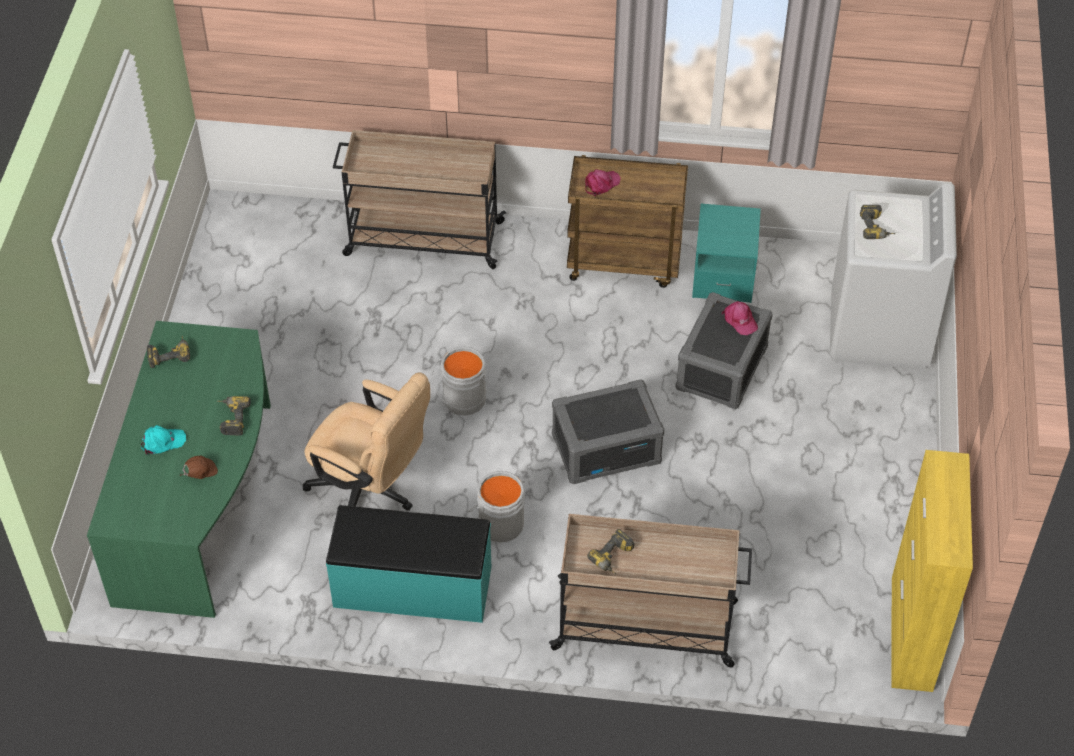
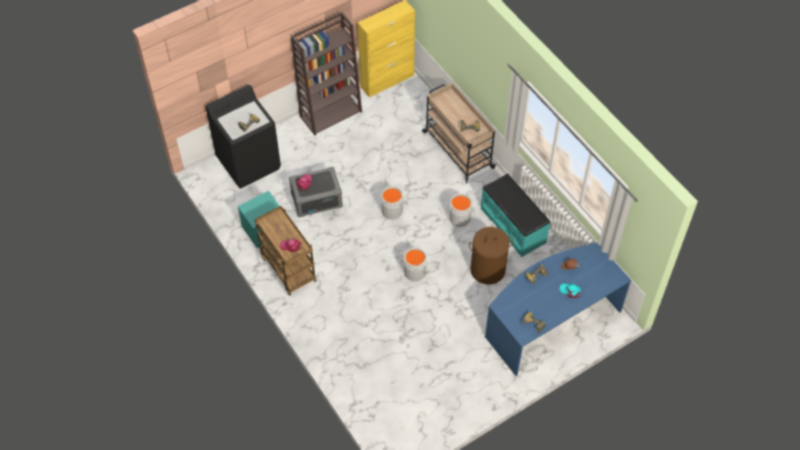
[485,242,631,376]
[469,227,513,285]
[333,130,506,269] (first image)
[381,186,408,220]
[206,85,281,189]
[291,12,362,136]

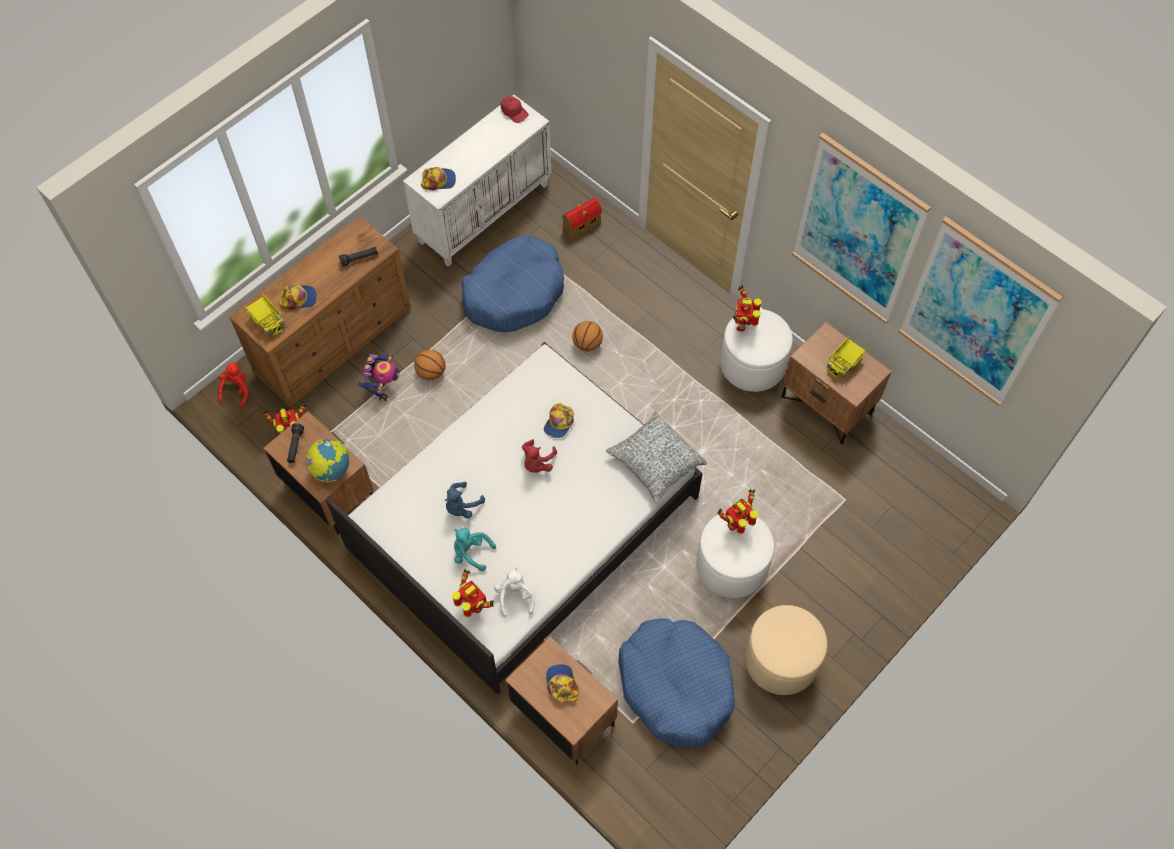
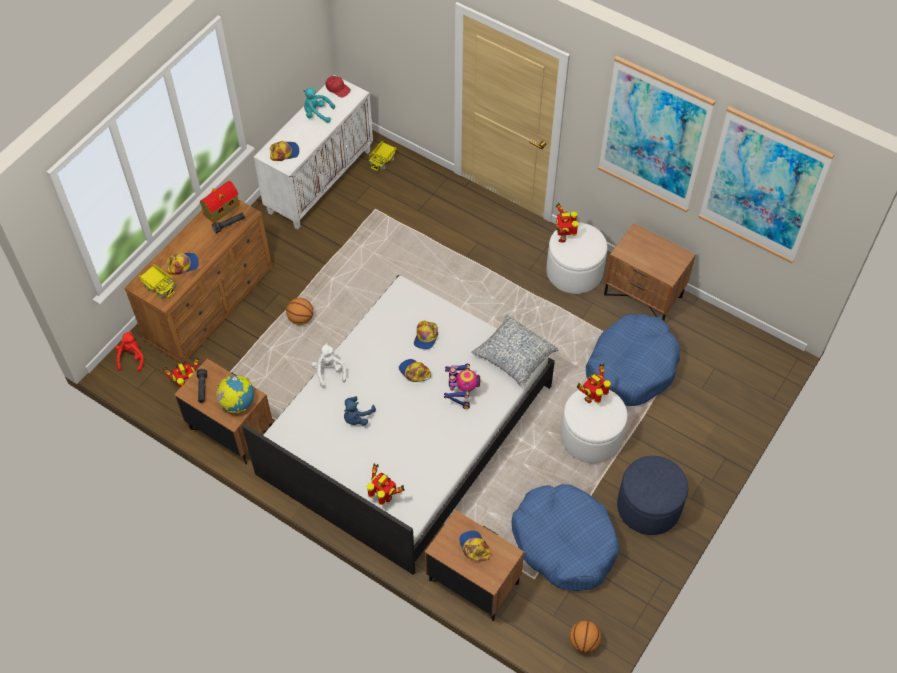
[444,363,481,409]
[303,88,335,123]
[586,314,680,406]
[311,343,347,387]
[399,359,431,382]
[200,181,240,223]
[570,621,601,653]
[617,456,688,535]
[369,140,397,171]

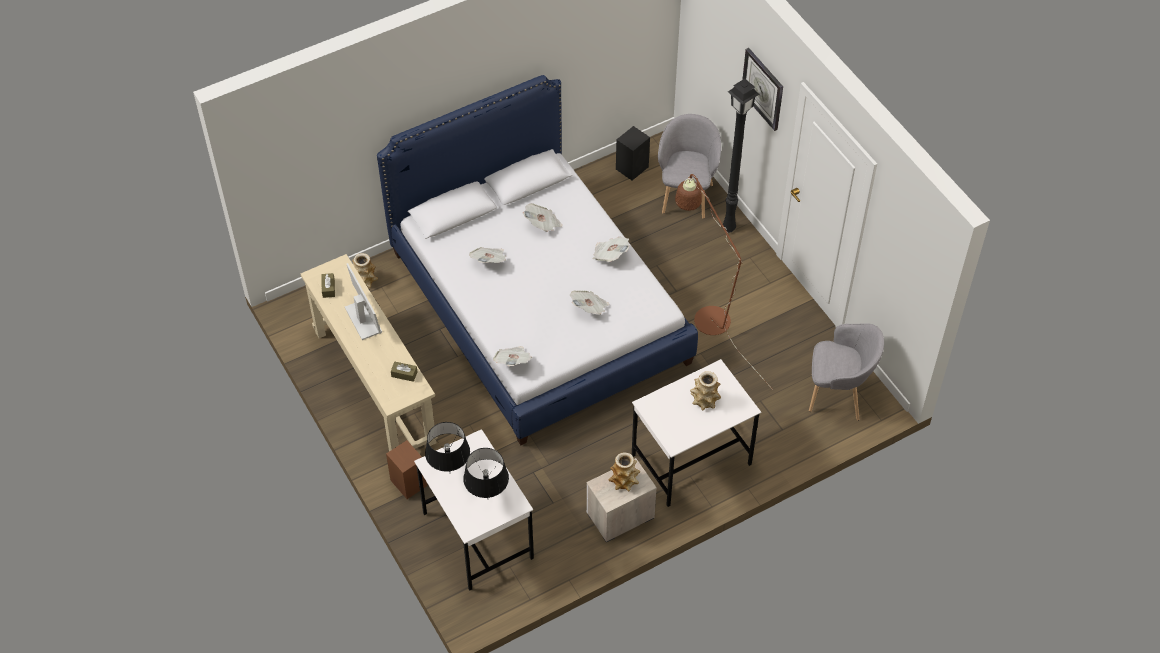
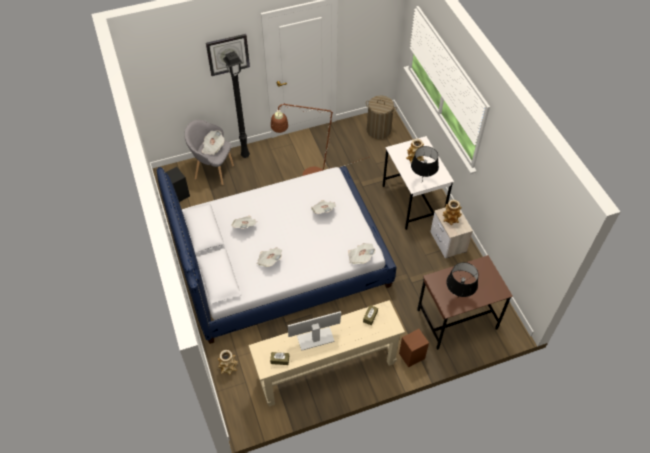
[417,255,513,350]
[411,146,439,180]
[202,130,224,155]
[366,95,397,139]

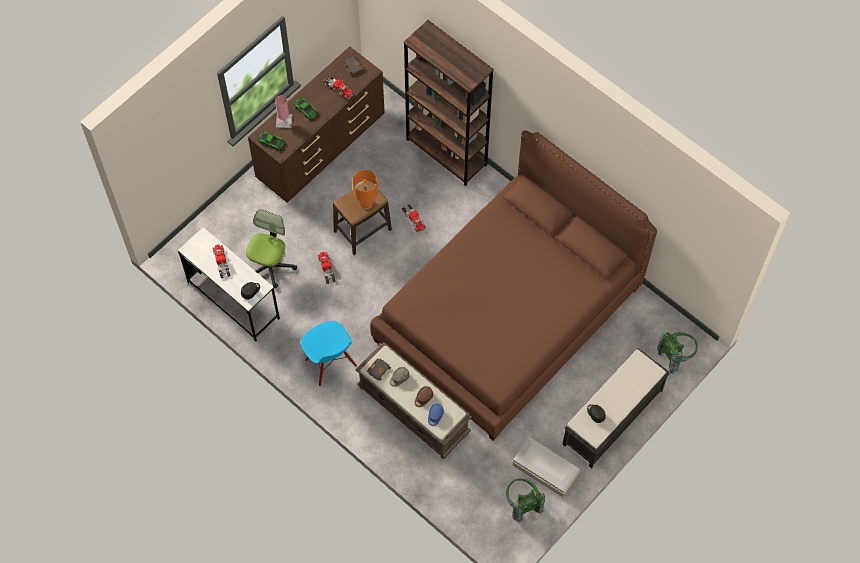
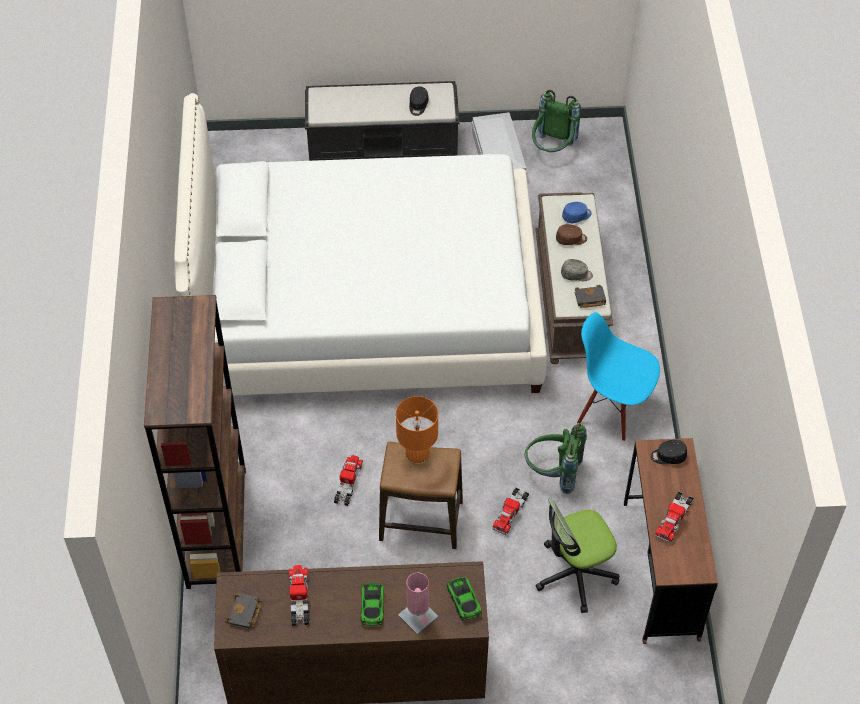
[624,438,718,644]
[577,312,660,441]
[174,93,547,396]
[525,423,587,494]

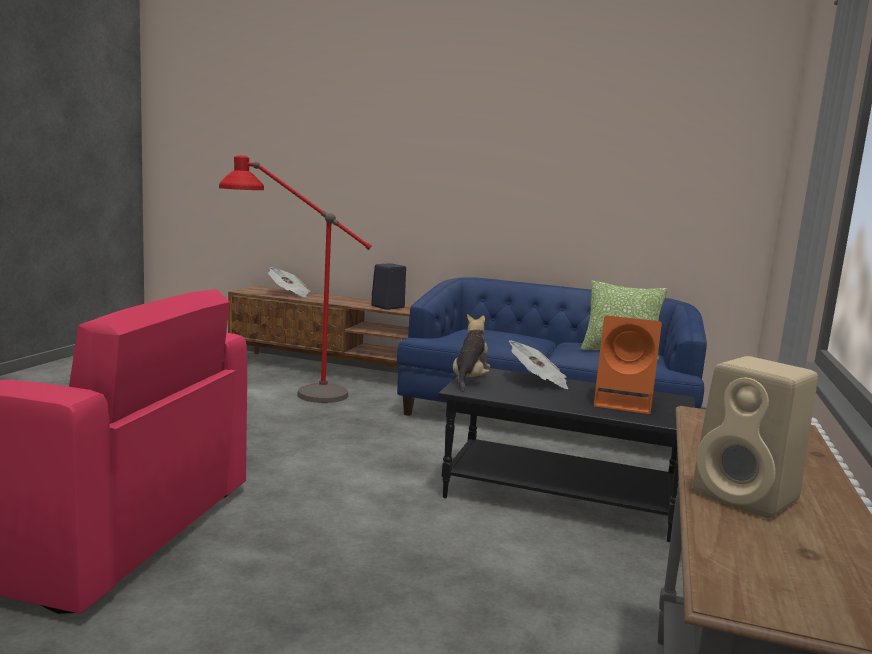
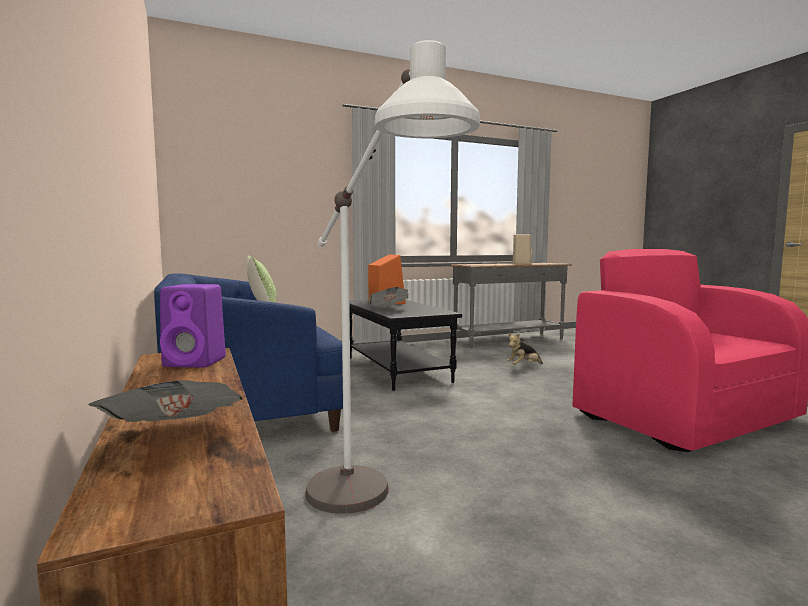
[305,40,480,514]
[160,284,226,368]
[506,333,543,365]

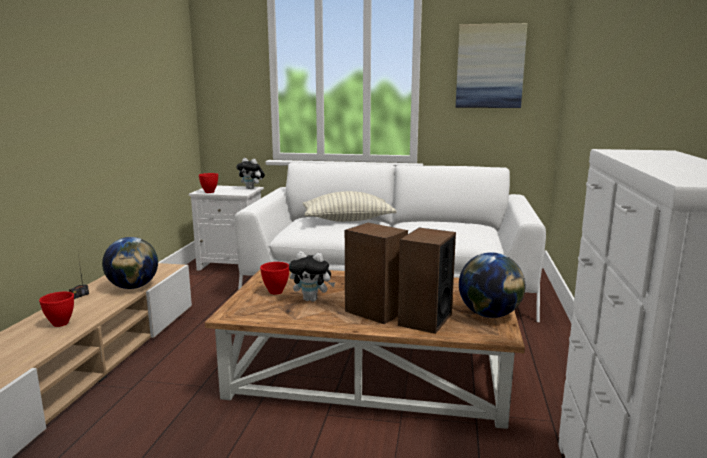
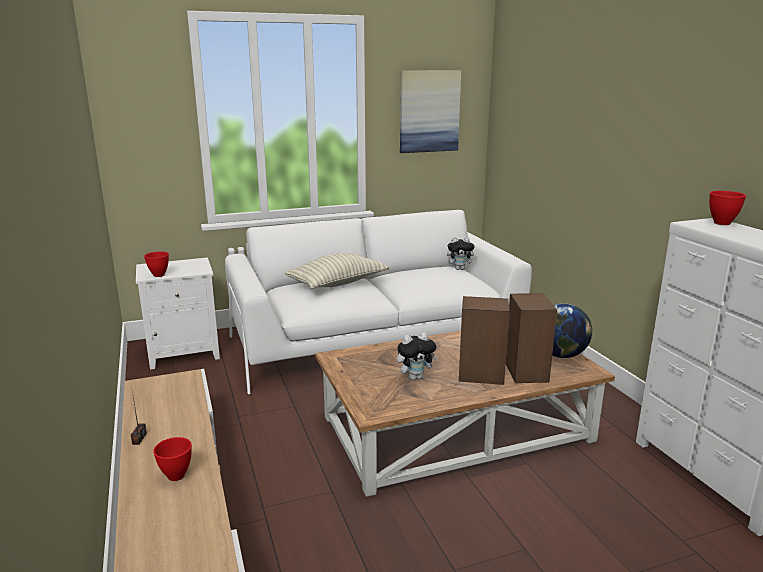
[102,237,158,289] (first image)
[447,237,477,270]
[709,191,746,225]

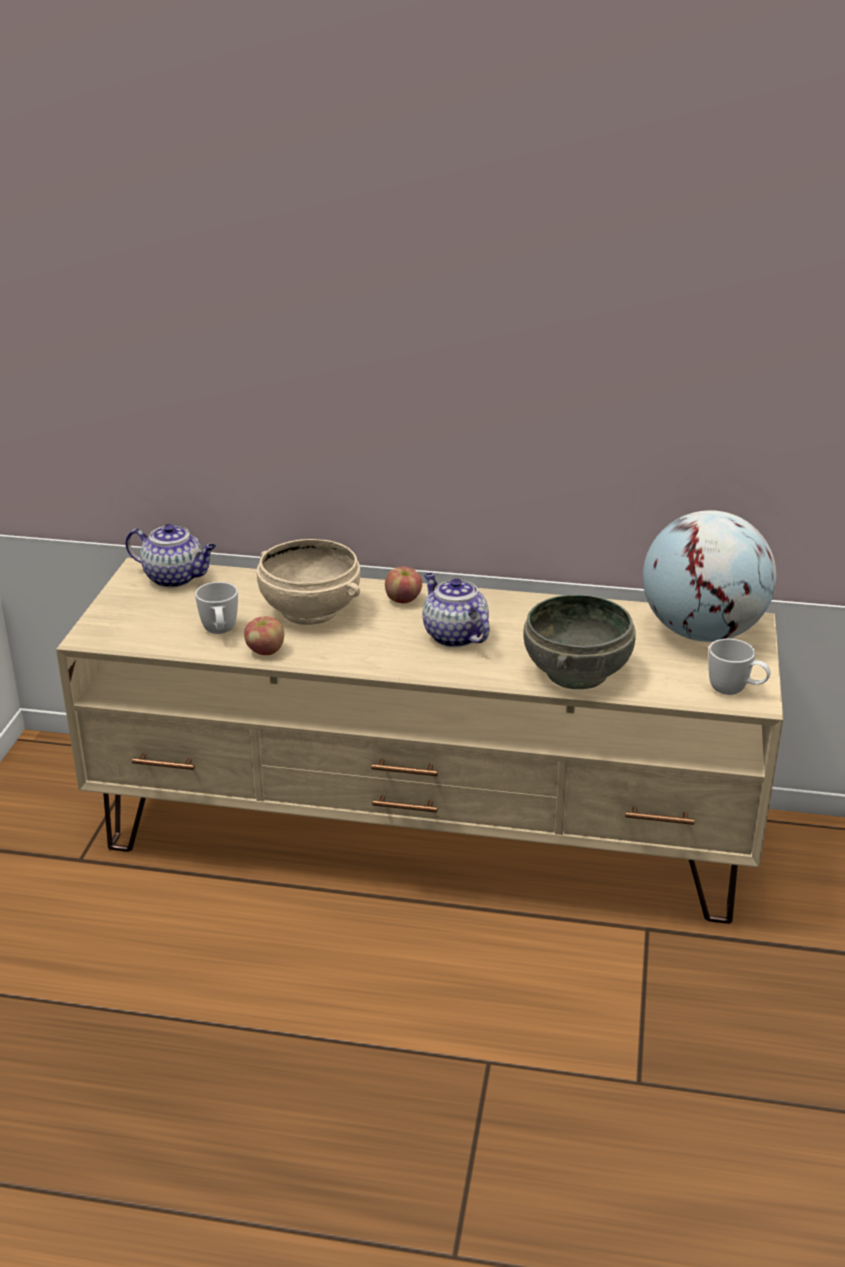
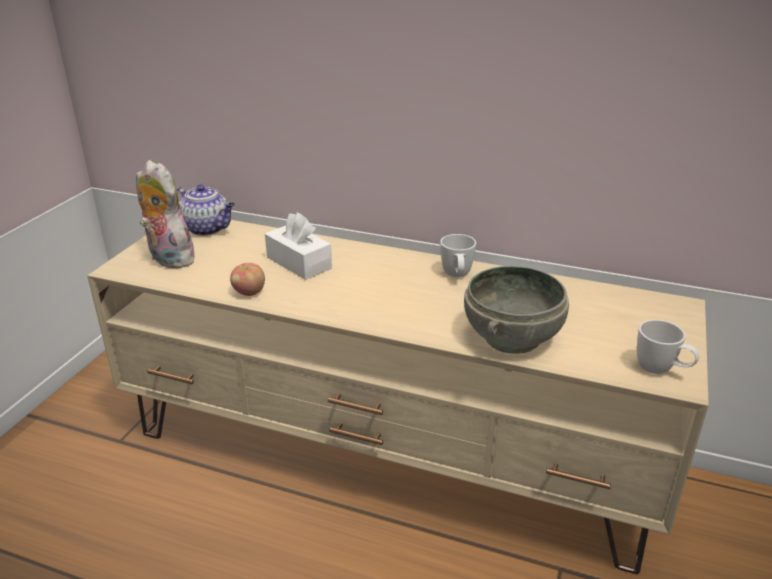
[440,234,476,277]
[265,212,332,280]
[385,566,422,603] (first image)
[423,573,489,647] (first image)
[643,510,776,642] (first image)
[136,160,199,269]

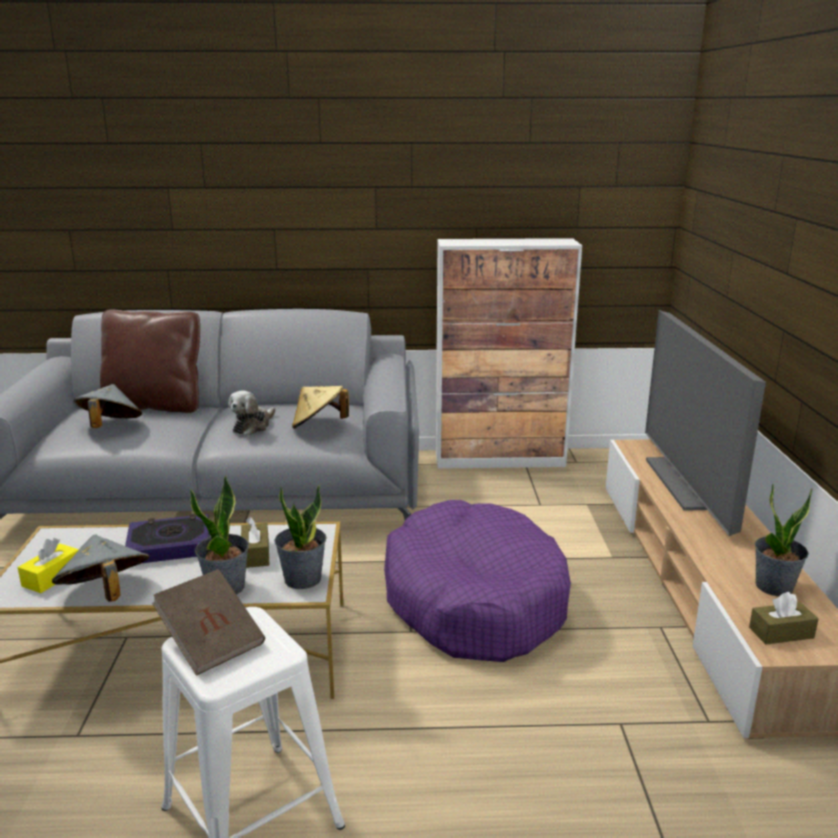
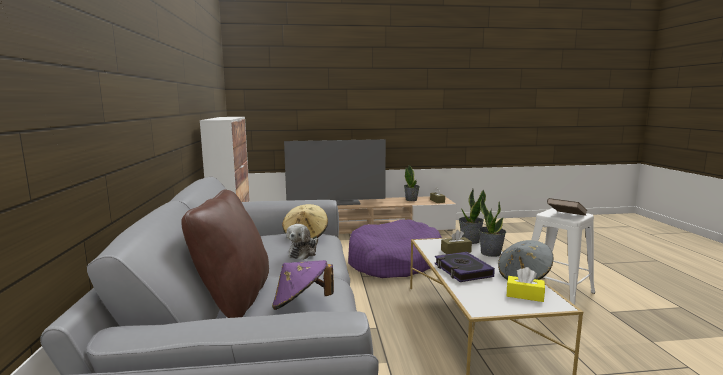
[272,260,334,310]
[286,224,318,260]

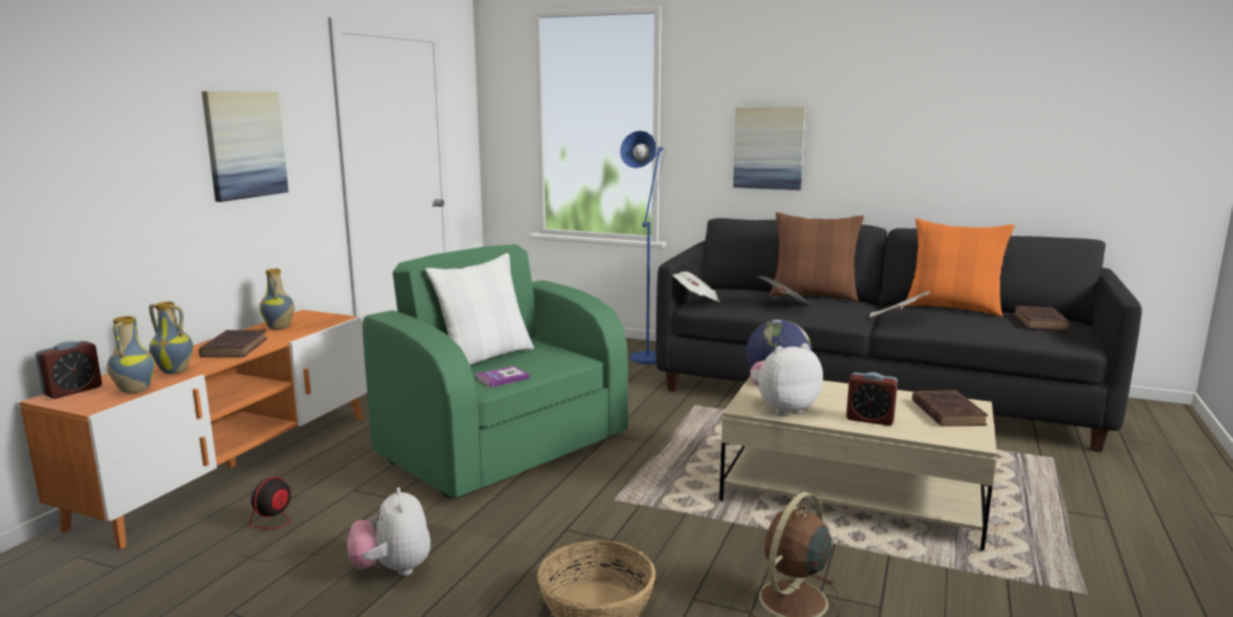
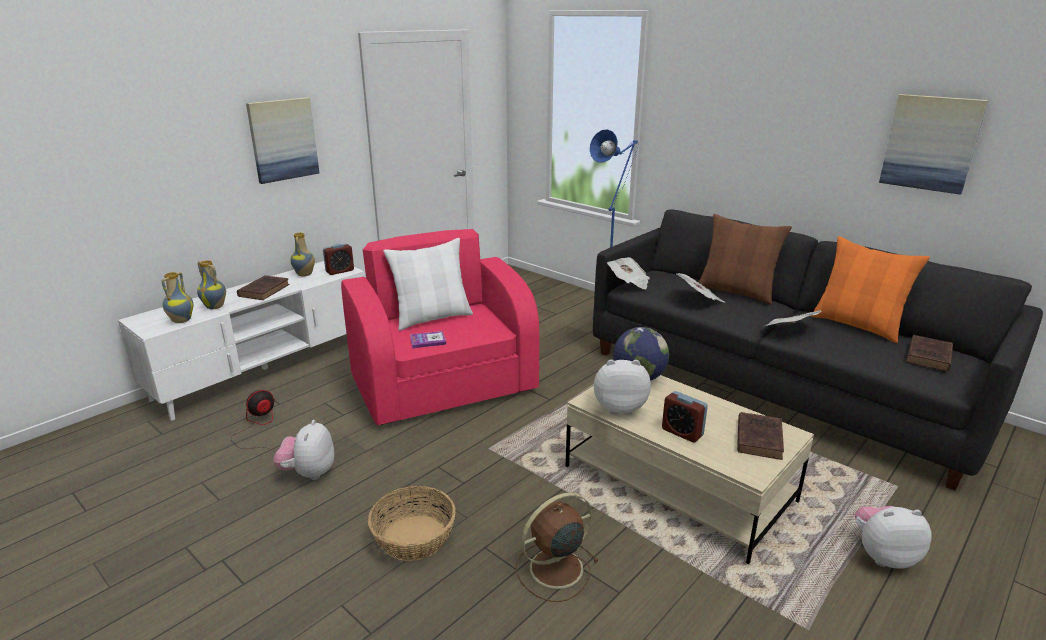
[118,261,365,421]
[323,243,354,275]
[341,229,540,425]
[879,94,988,195]
[855,506,932,569]

